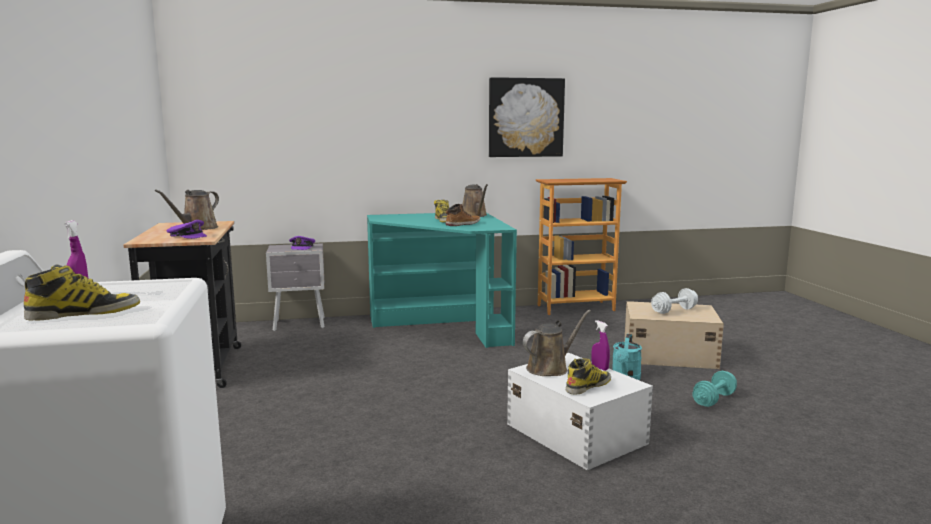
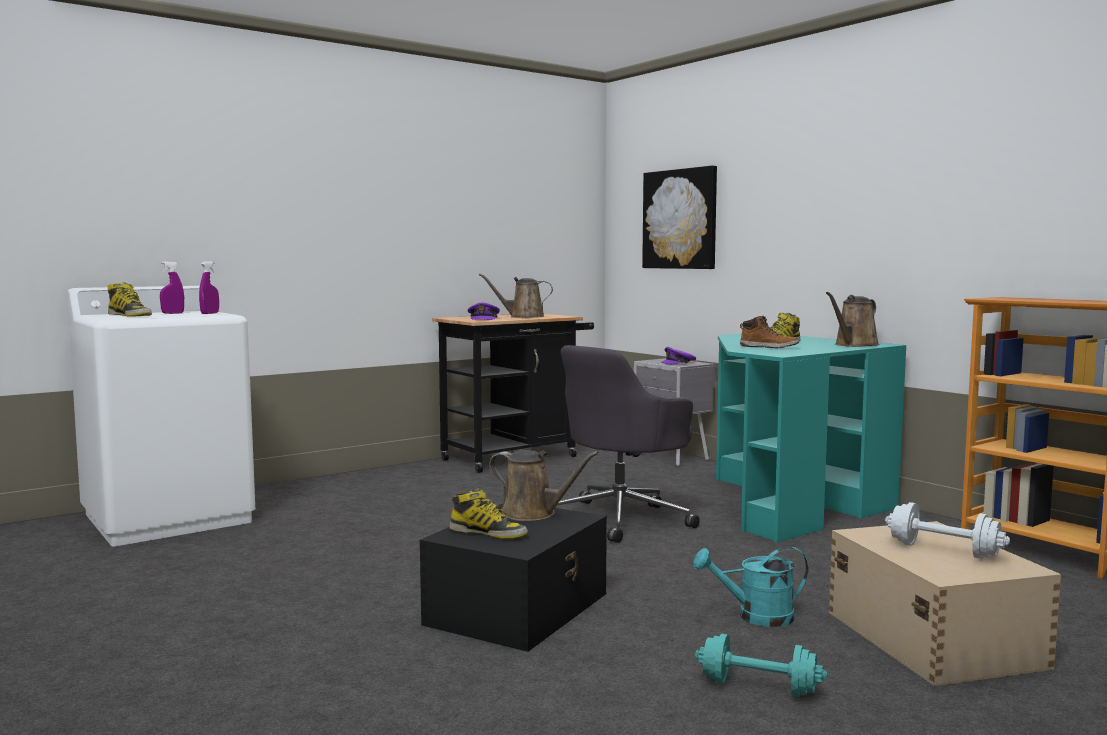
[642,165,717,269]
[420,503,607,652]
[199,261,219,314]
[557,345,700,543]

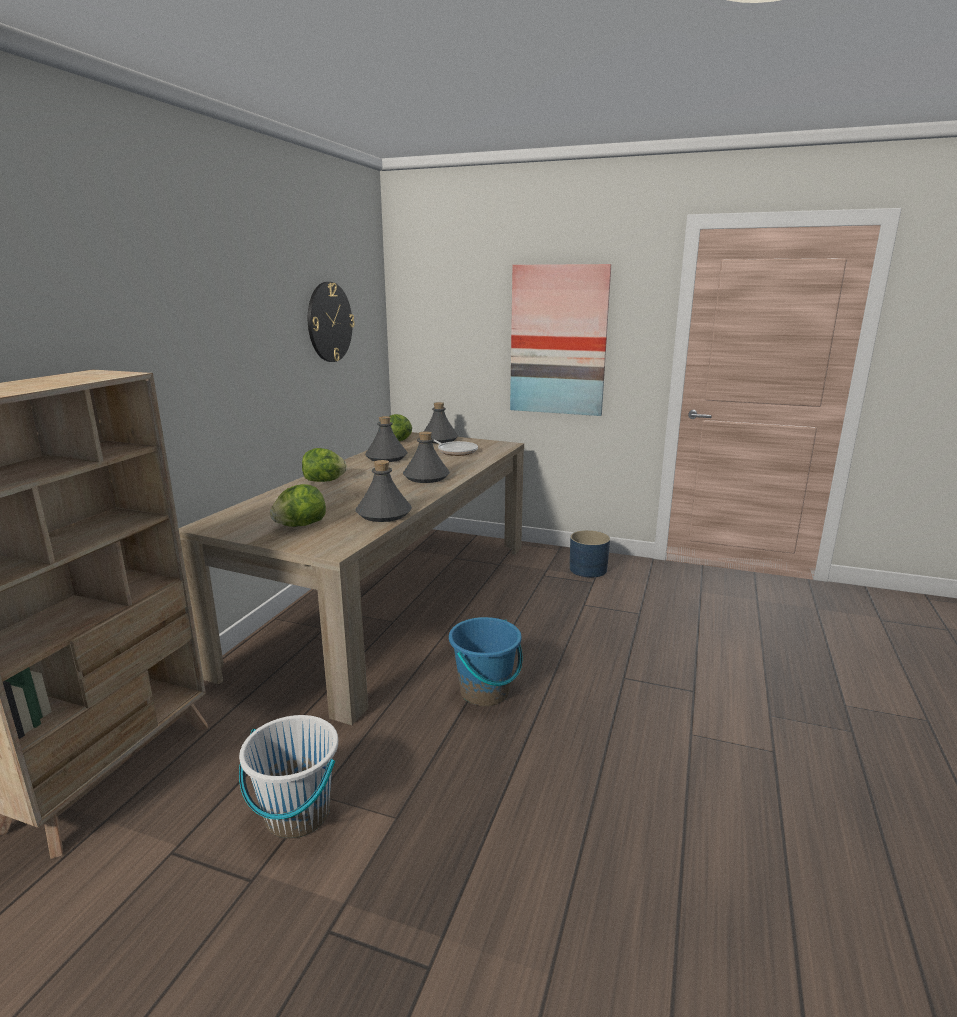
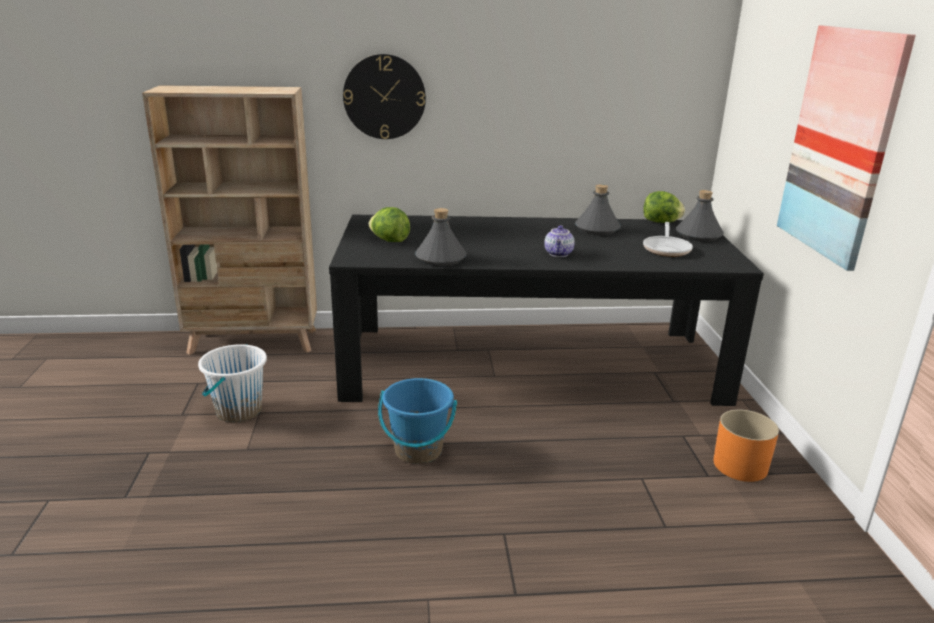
[329,214,764,406]
[302,448,347,482] (first image)
[343,54,426,139]
[544,225,575,257]
[713,410,779,482]

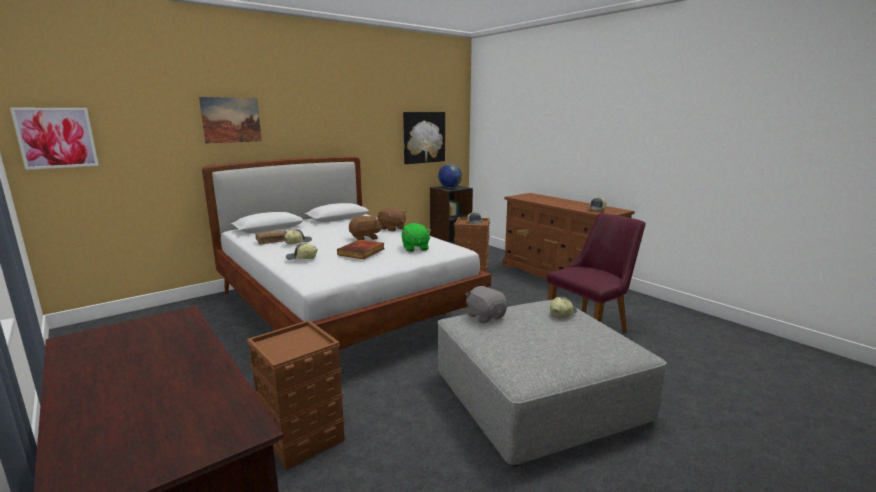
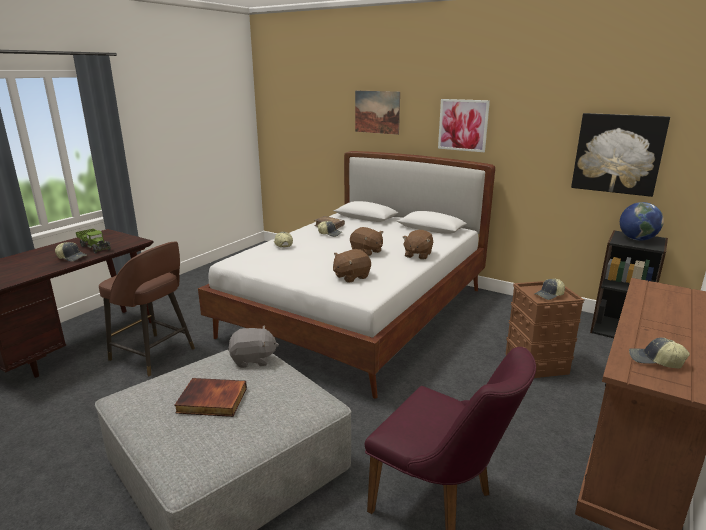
[438,99,490,152]
[99,242,195,376]
[174,378,247,417]
[333,249,371,283]
[228,325,279,368]
[55,242,87,262]
[76,229,111,254]

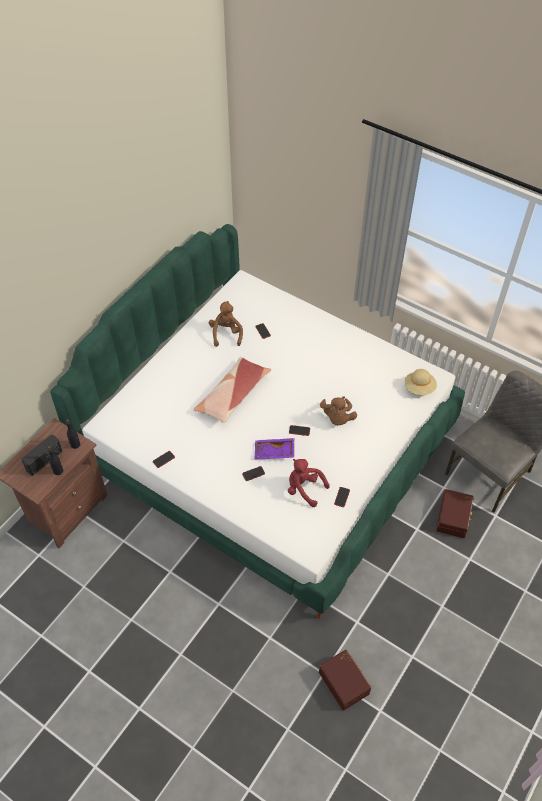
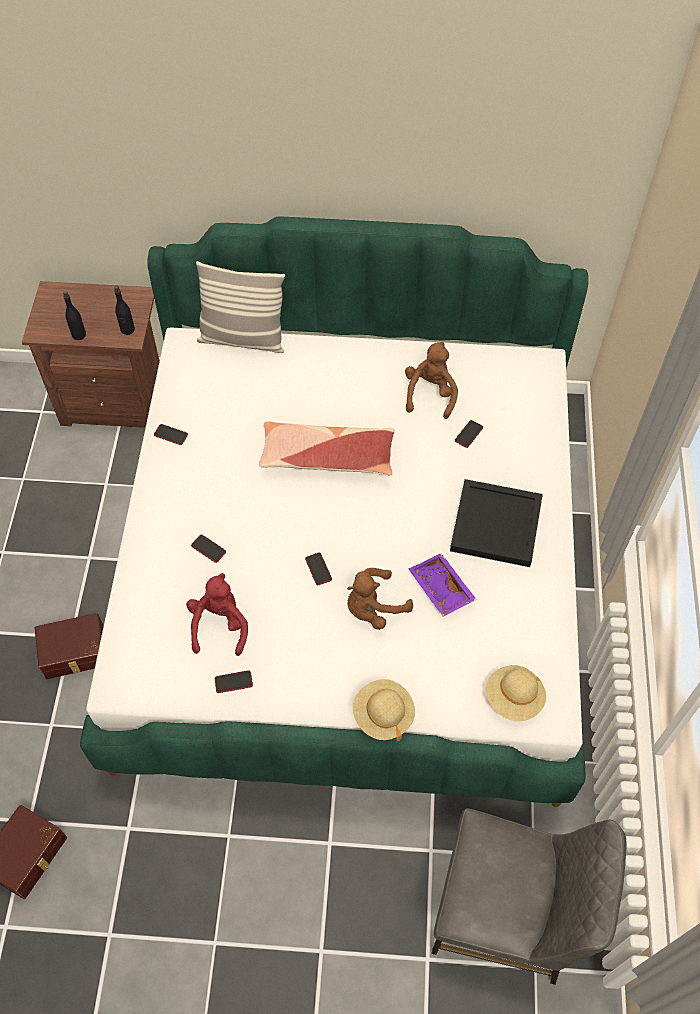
[21,435,62,476] (first image)
[405,342,458,419]
[409,553,477,617]
[35,613,104,679]
[196,261,285,353]
[353,679,415,742]
[450,479,543,567]

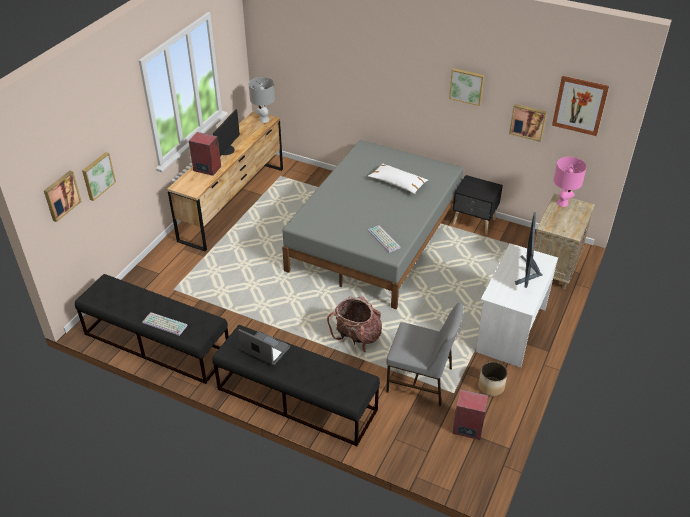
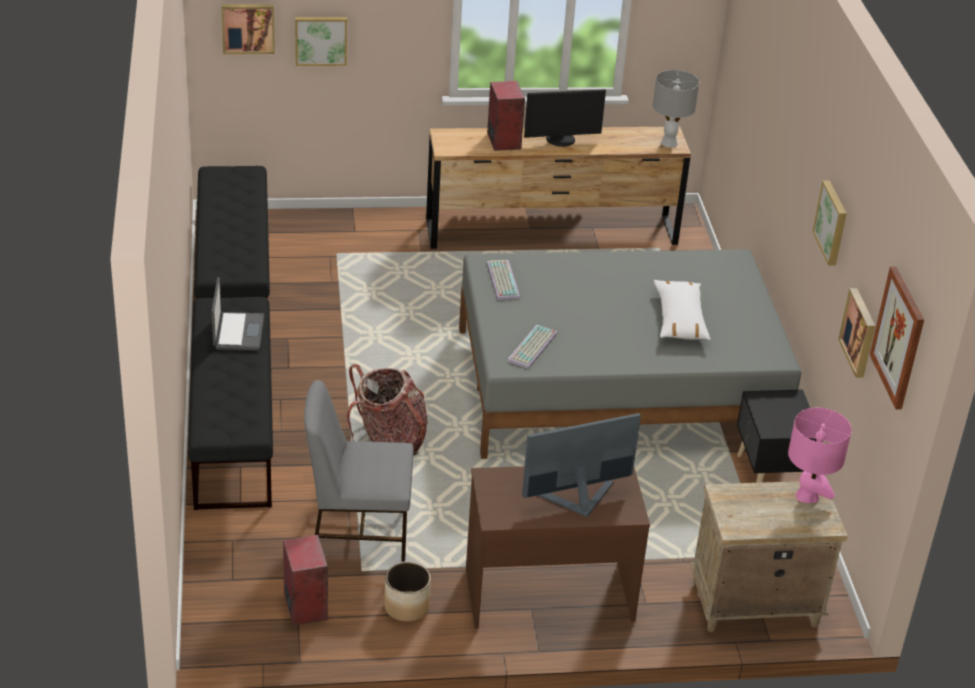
[487,260,520,300]
[304,380,414,562]
[466,466,650,629]

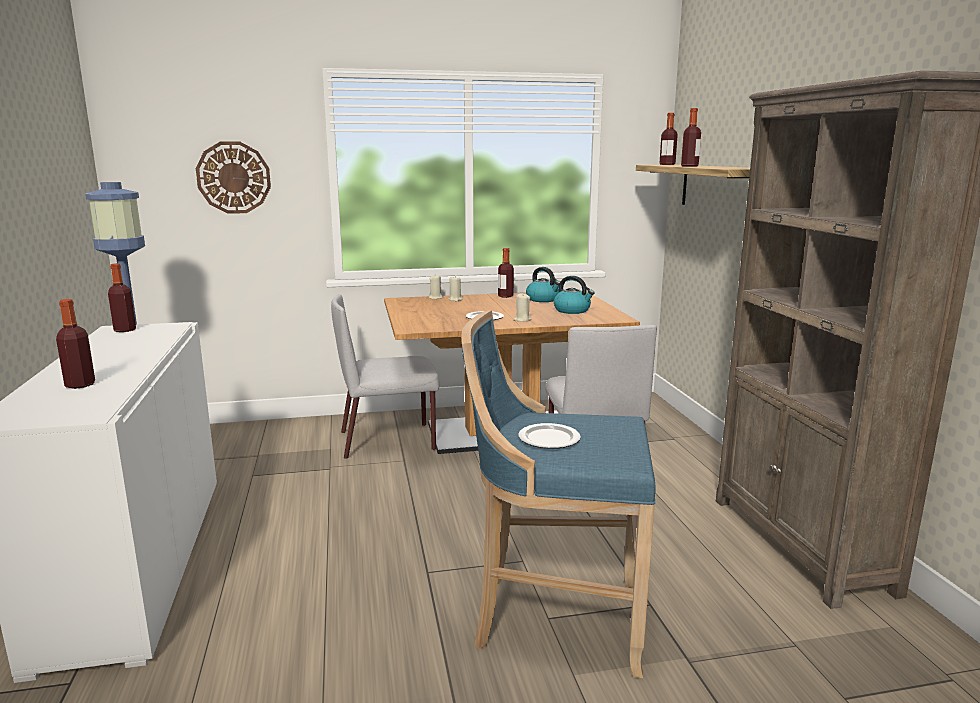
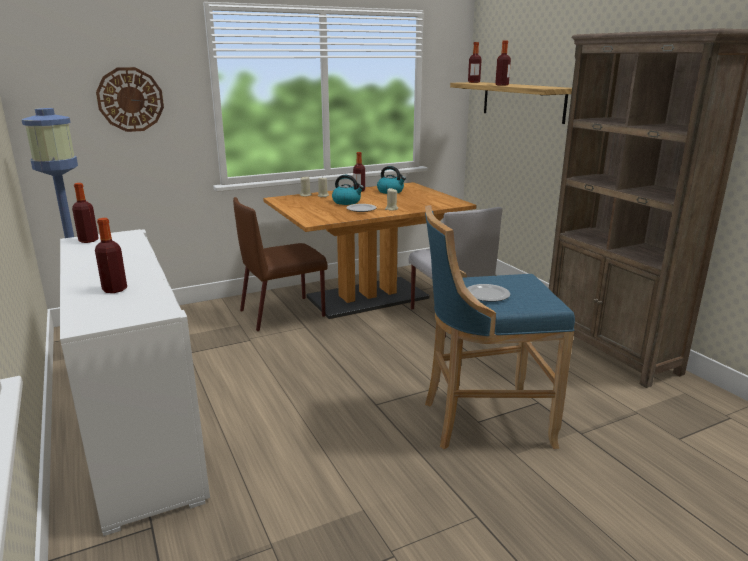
[233,197,328,331]
[332,175,364,205]

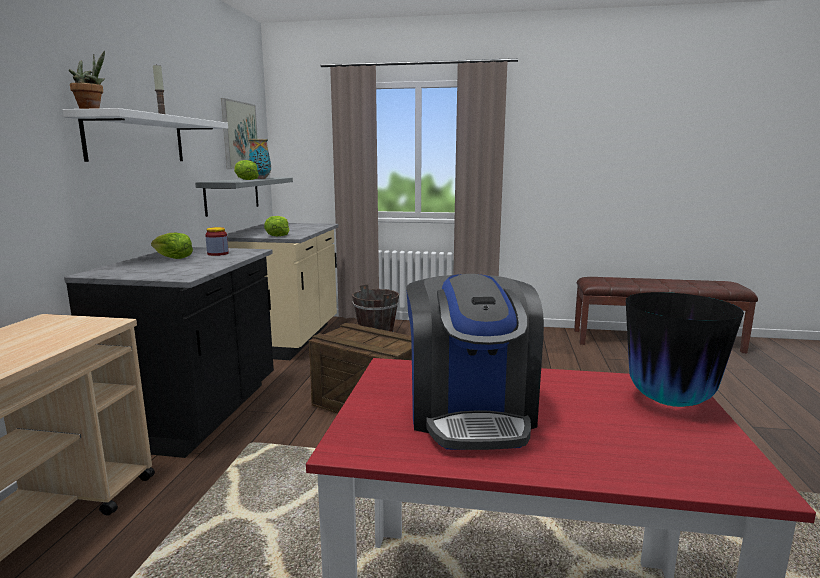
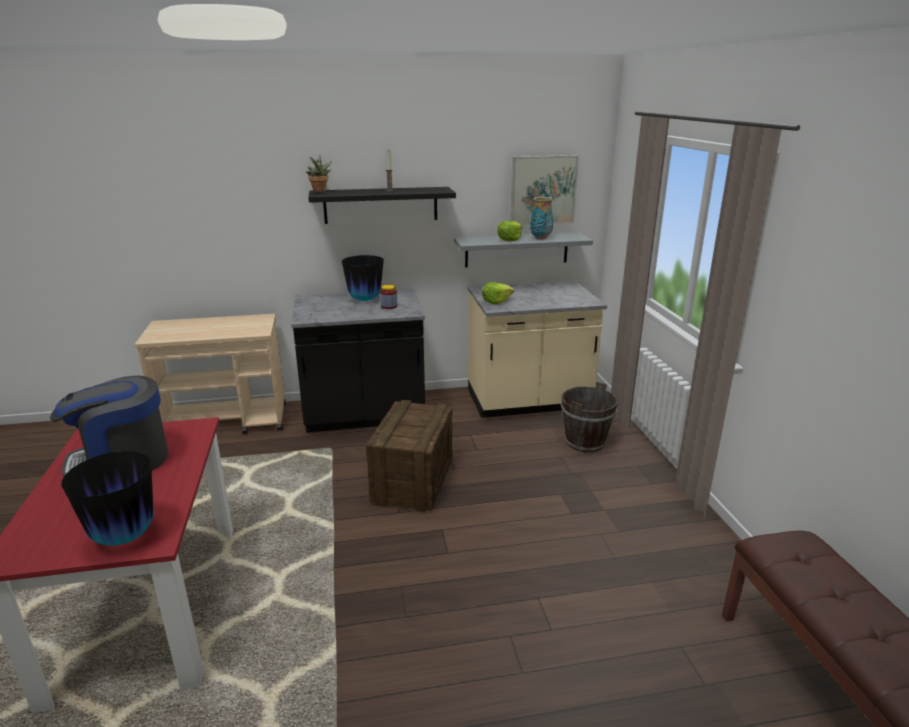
[308,187,456,224]
[342,255,384,301]

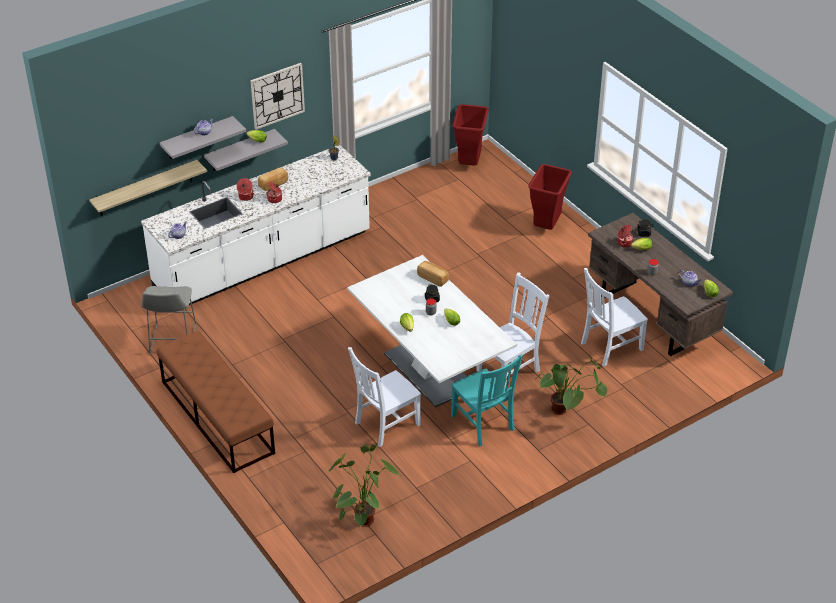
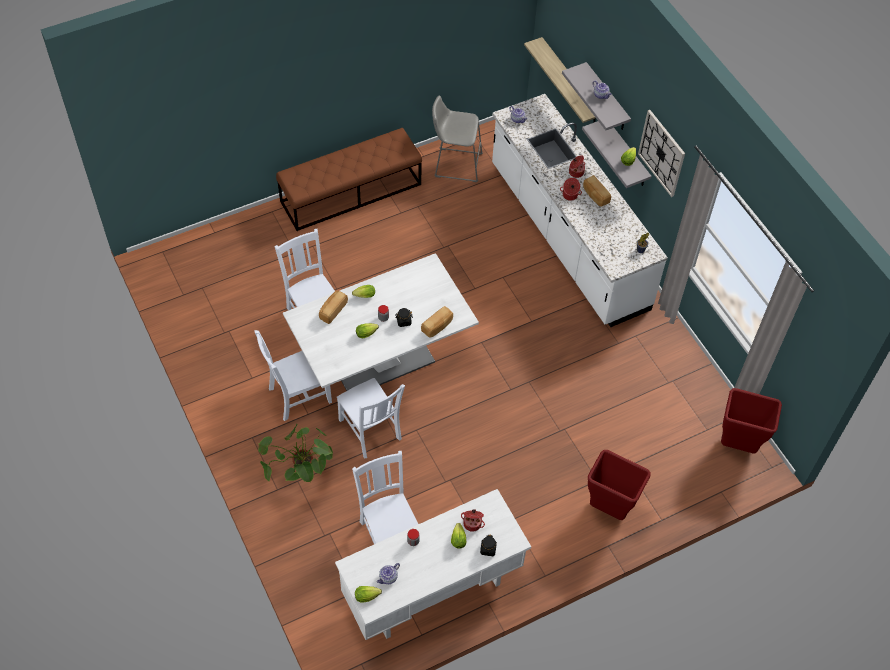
[328,443,400,527] (first image)
[255,330,332,421]
[335,489,531,640]
[319,291,348,324]

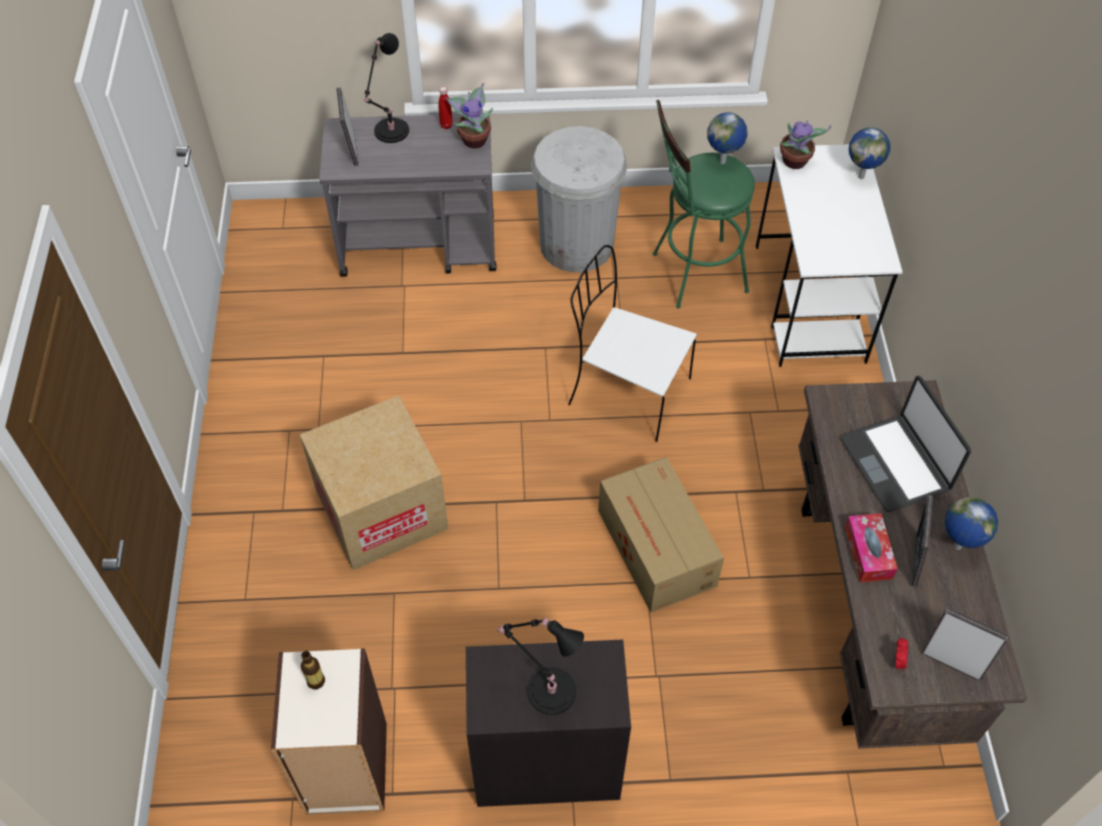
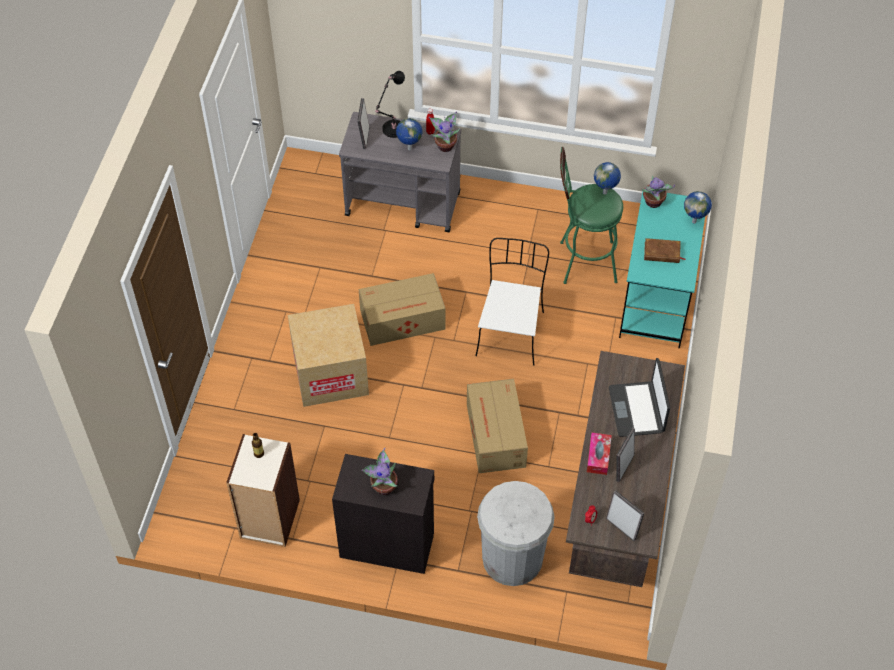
[361,448,398,495]
[477,481,555,586]
[475,238,549,365]
[619,191,705,348]
[396,118,422,150]
[359,273,446,346]
[644,238,685,263]

